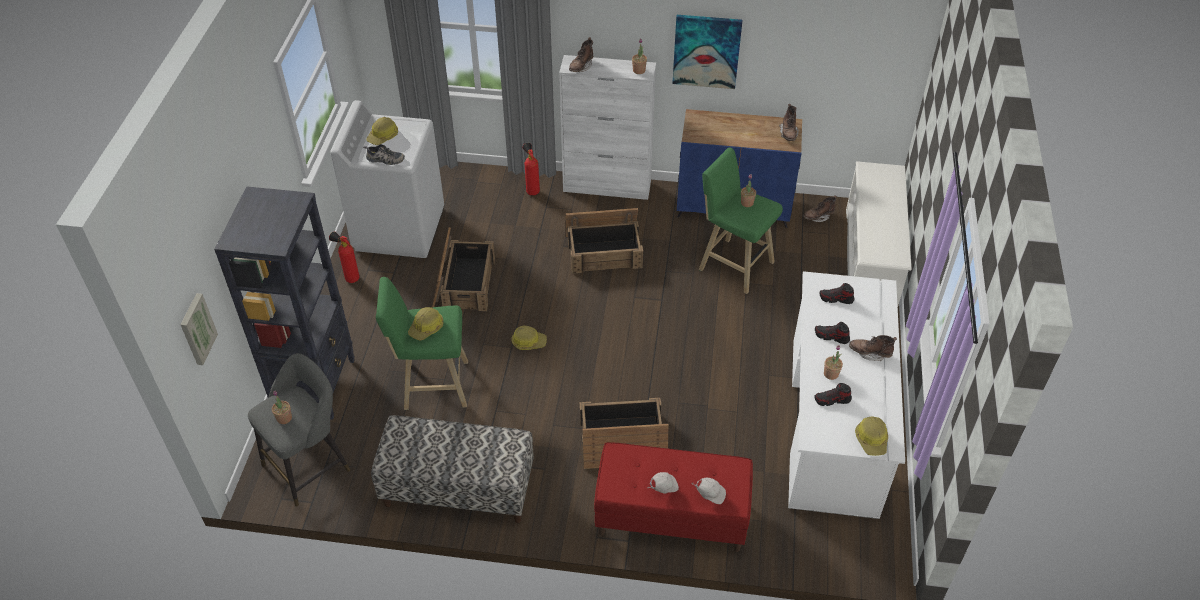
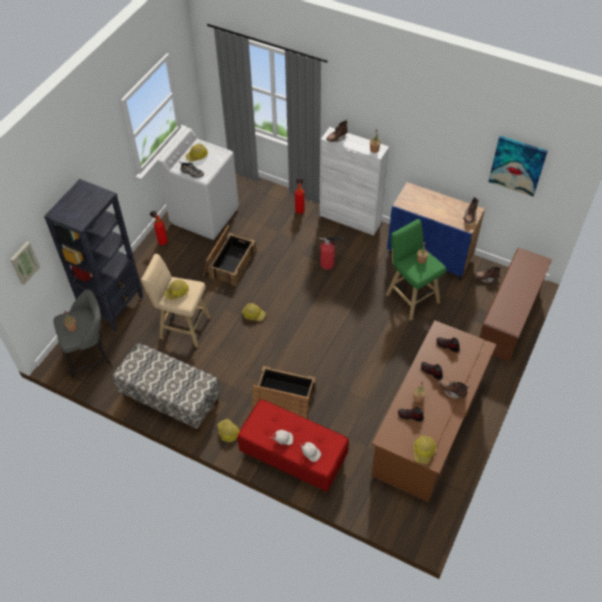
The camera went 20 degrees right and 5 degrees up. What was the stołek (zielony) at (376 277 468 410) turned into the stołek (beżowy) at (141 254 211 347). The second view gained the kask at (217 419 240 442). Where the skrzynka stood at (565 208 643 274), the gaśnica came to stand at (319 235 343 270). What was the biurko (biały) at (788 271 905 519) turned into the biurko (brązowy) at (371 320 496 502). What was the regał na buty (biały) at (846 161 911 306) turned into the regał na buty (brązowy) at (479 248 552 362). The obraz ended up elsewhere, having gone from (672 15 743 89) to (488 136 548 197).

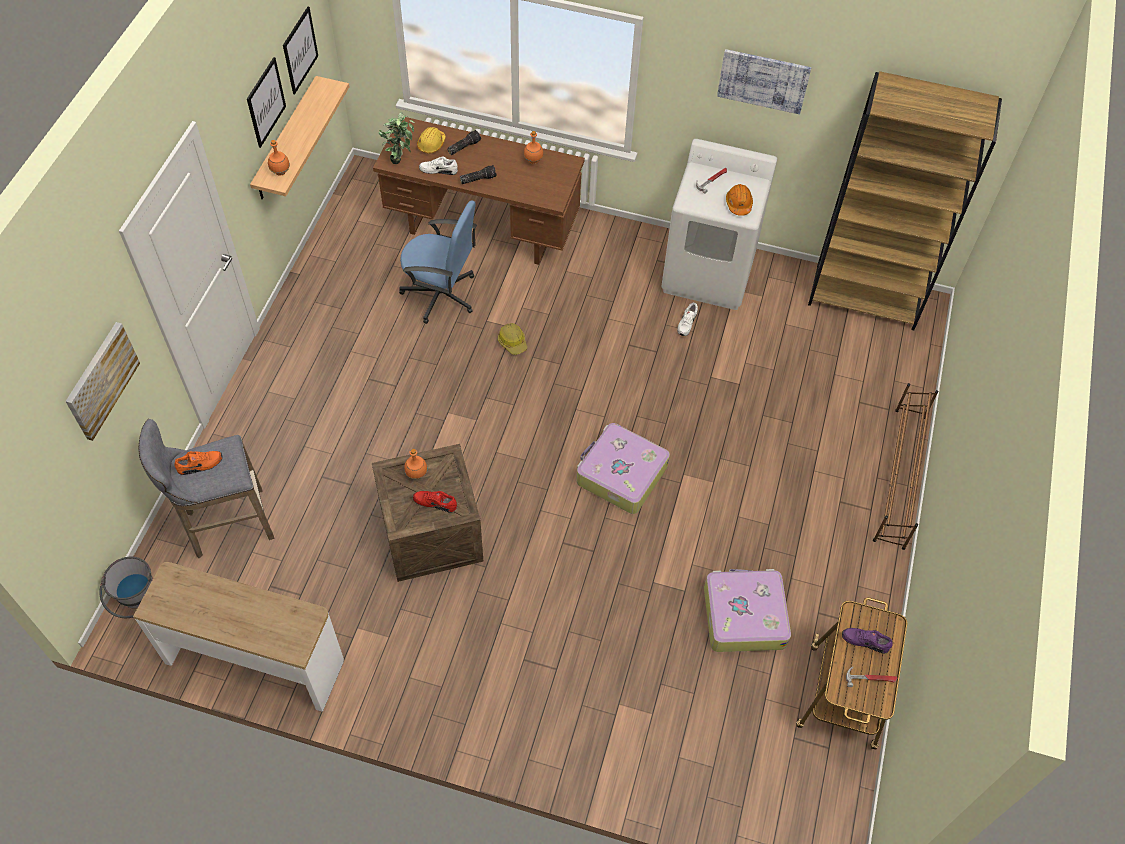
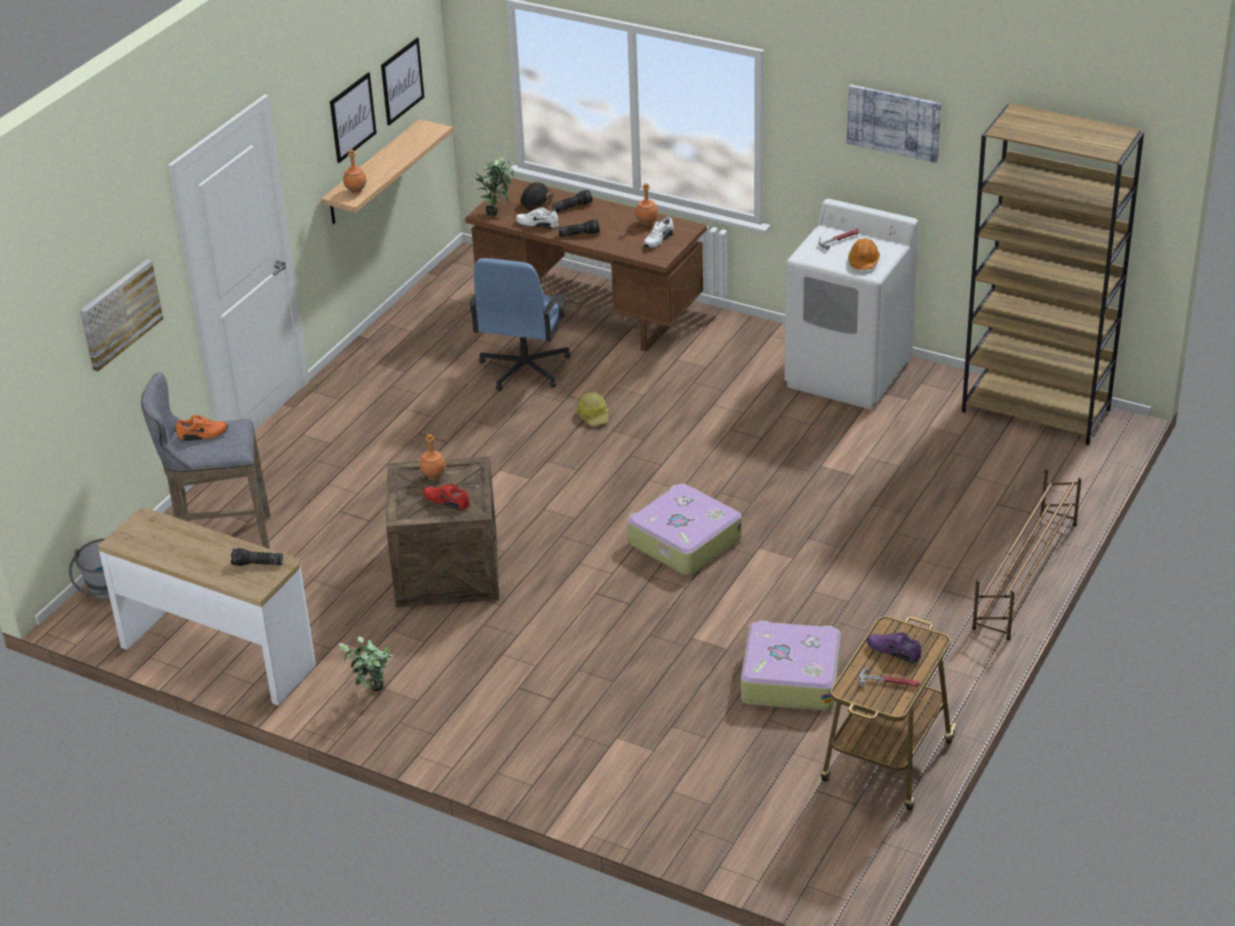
The camera went 15 degrees right and 20 degrees down. The second view gained the latarka at (231 548 283 566). The second view gained the roślina doniczkowa at (339 637 394 691). The krzesło biurowe (niebieski) at (399 200 477 324) ended up facing another way, 75 degrees clockwise from before. What was the kask (żółty) at (417 127 446 154) turned into the kask (czarny) at (519 182 554 210). The but (biały) ended up elsewhere, having gone from (677 303 698 336) to (643 217 674 248).

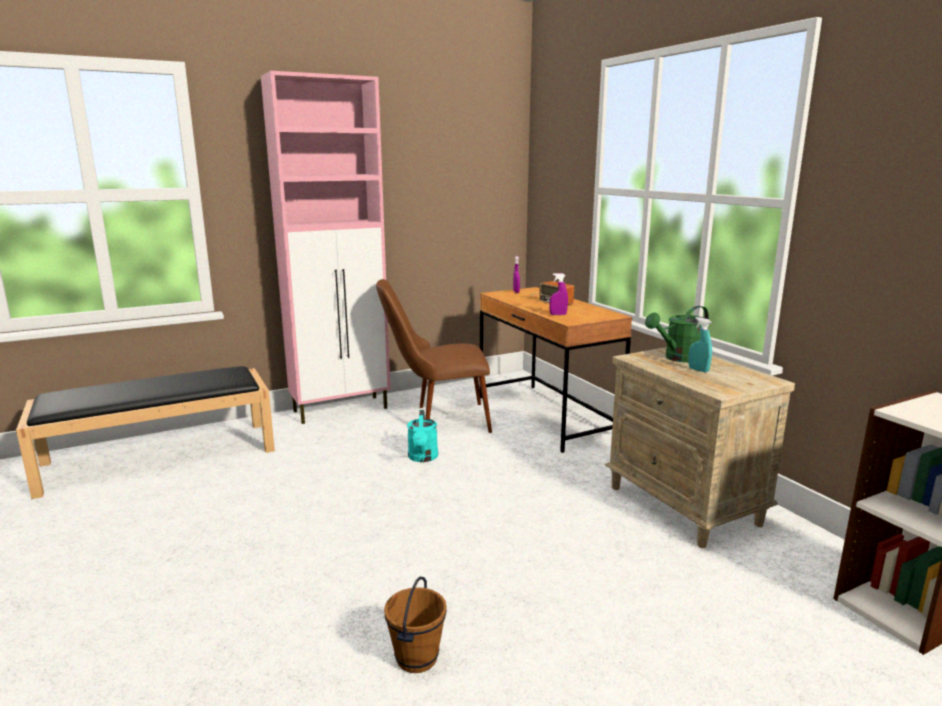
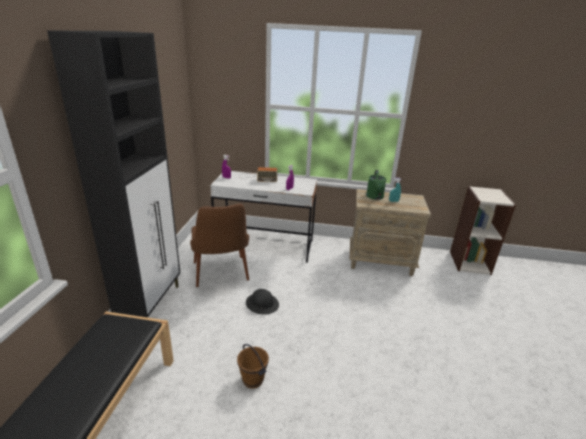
The camera went 55 degrees left and 10 degrees up. What was the szafka (różowy) at (261 71 390 424) turned into the szafka (czarny) at (47 30 180 318). The krzesło (brązowy) at (376 279 492 433) ended up facing another way, 45 degrees counterclockwise from before. What was the biurko (brązowy) at (480 287 632 453) turned into the biurko (biały) at (210 171 317 262). The wiadro (brązowy) ended up elsewhere, having gone from (384 577 447 673) to (237 344 269 389). Where the konewka (turkusowy) stood at (407 410 438 462), the kask (czarny) came to stand at (246 289 279 315).

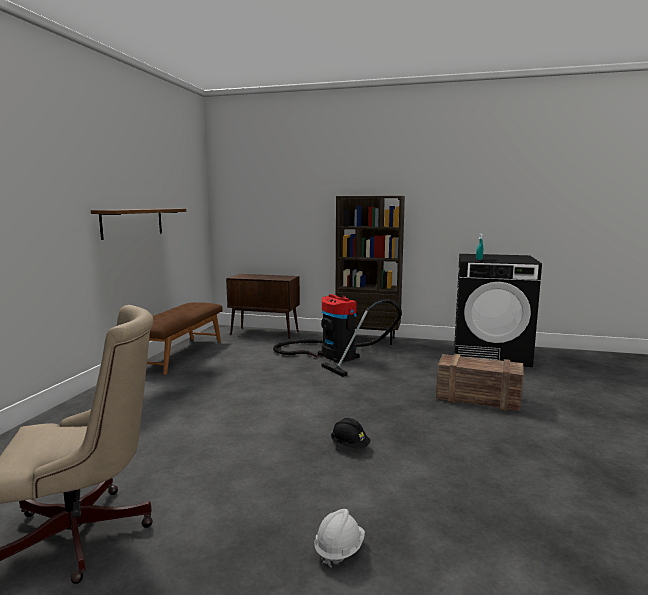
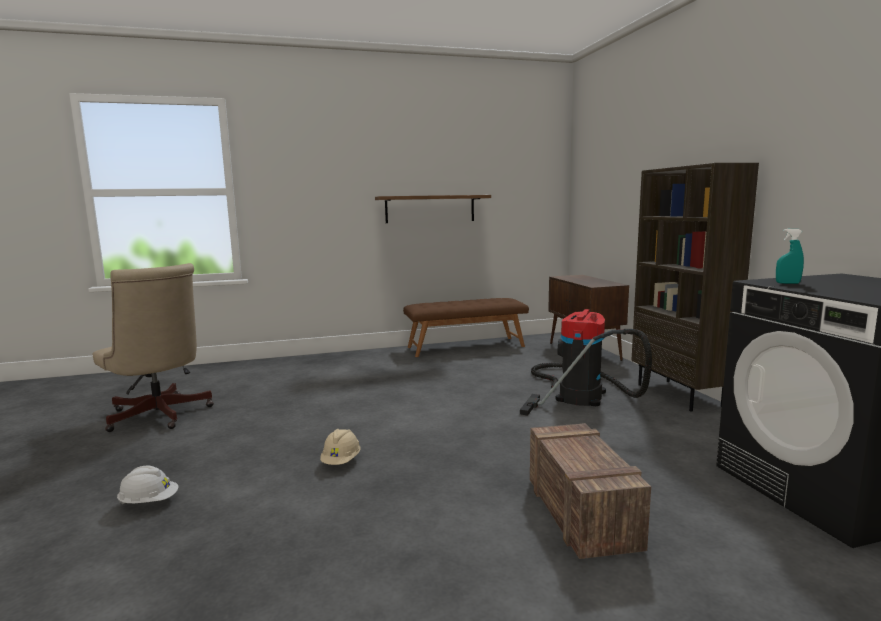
The camera went 60 degrees right and 0 degrees up. What was the kask (czarny) at (331 418 371 448) turned into the kask (beżowy) at (320 429 360 465).

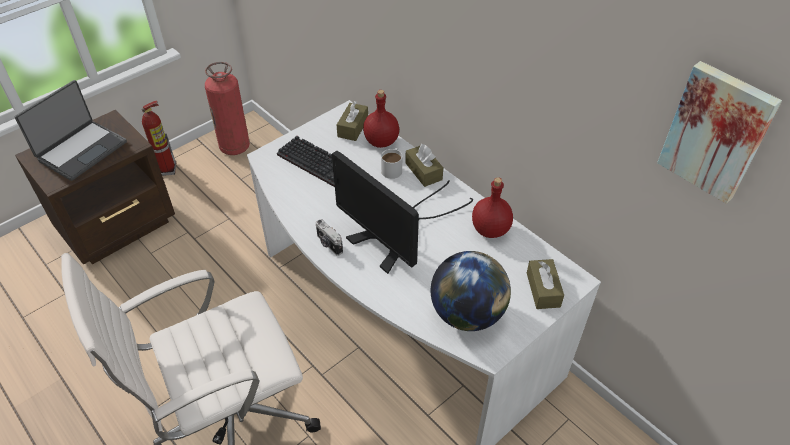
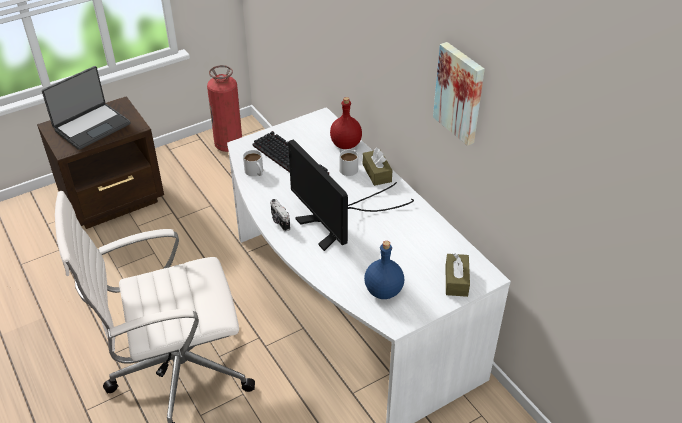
The camera went 10 degrees right and 5 degrees down. The second view gained the kubek (biały) at (243 150 263 176). Where the globus stood at (431 251 511 331), the butelka (niebieski) came to stand at (364 241 404 299). The obraz ended up elsewhere, having gone from (657 61 782 204) to (433 42 485 146). The second view lost the gaśnica at (142 101 176 176). The second view lost the pudełko chusteczek (brązowy) at (337 101 368 141). The second view lost the butelka (czerwony) at (472 177 513 238).

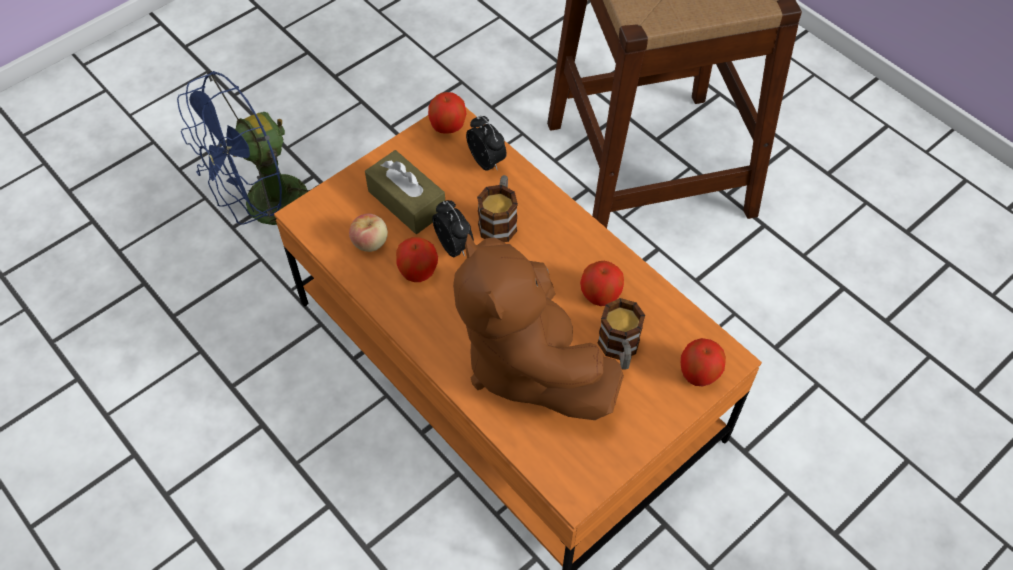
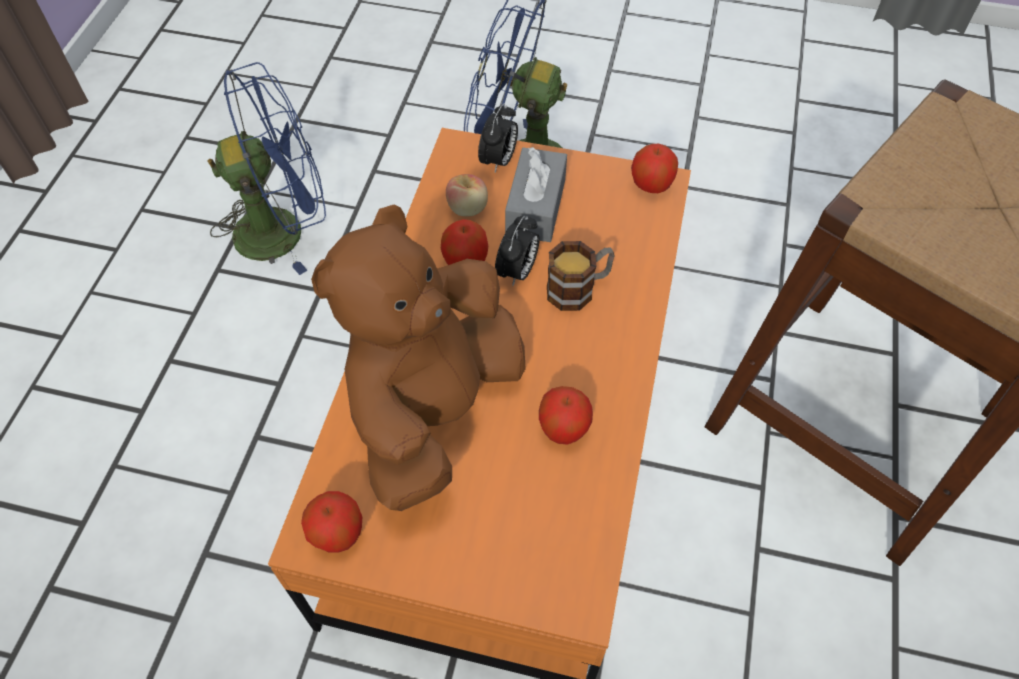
The camera went 55 degrees right and 0 degrees up. The second view gained the wentylator (niebieski) at (207 62 326 275). The jabłko ended up elsewhere, having gone from (681 338 726 386) to (301 491 362 553). The budzik ended up elsewhere, having gone from (466 116 507 171) to (478 104 518 172). What was the pudełko chusteczek (brązowy) at (365 150 445 234) turned into the pudełko chusteczek (szary) at (505 147 567 242). The second view lost the kubek at (598 298 645 370).

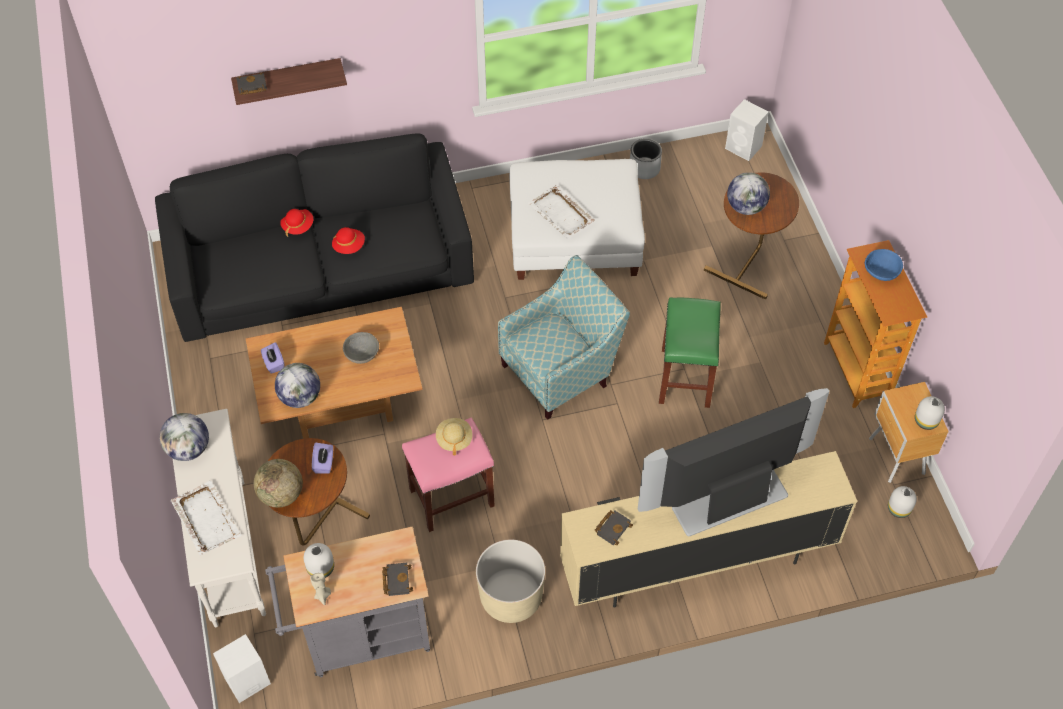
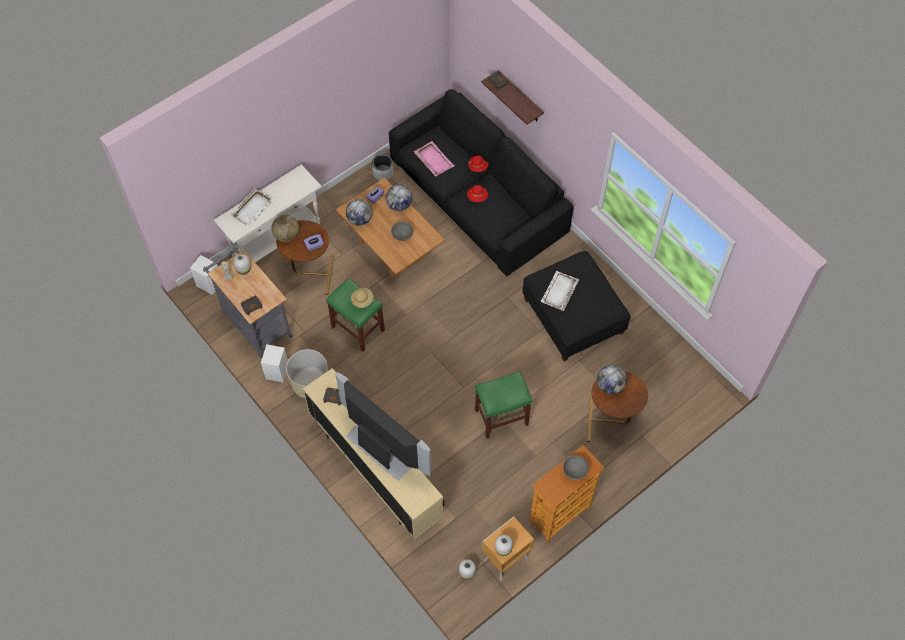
The camera went 65 degrees right and 5 degrees up. The głośnik (biały) ended up elsewhere, having gone from (725 99 769 161) to (261 344 288 382). What was the stołek (różowy) at (402 417 495 532) turned into the stołek (zielony) at (326 278 385 352). The donica (szary) ended up elsewhere, having gone from (630 138 662 179) to (372 154 393 180). The globus ended up elsewhere, having gone from (160 413 209 461) to (386 184 412 211). The second view gained the taca (różowy) at (414 141 455 176). What was the pufa (biały) at (509 159 645 280) turned into the pufa (czarny) at (522 251 631 361). What was the miska (niebieski) at (865 249 903 281) turned into the miska (szary) at (563 455 589 480). The second view lost the fotel at (498 255 630 420).

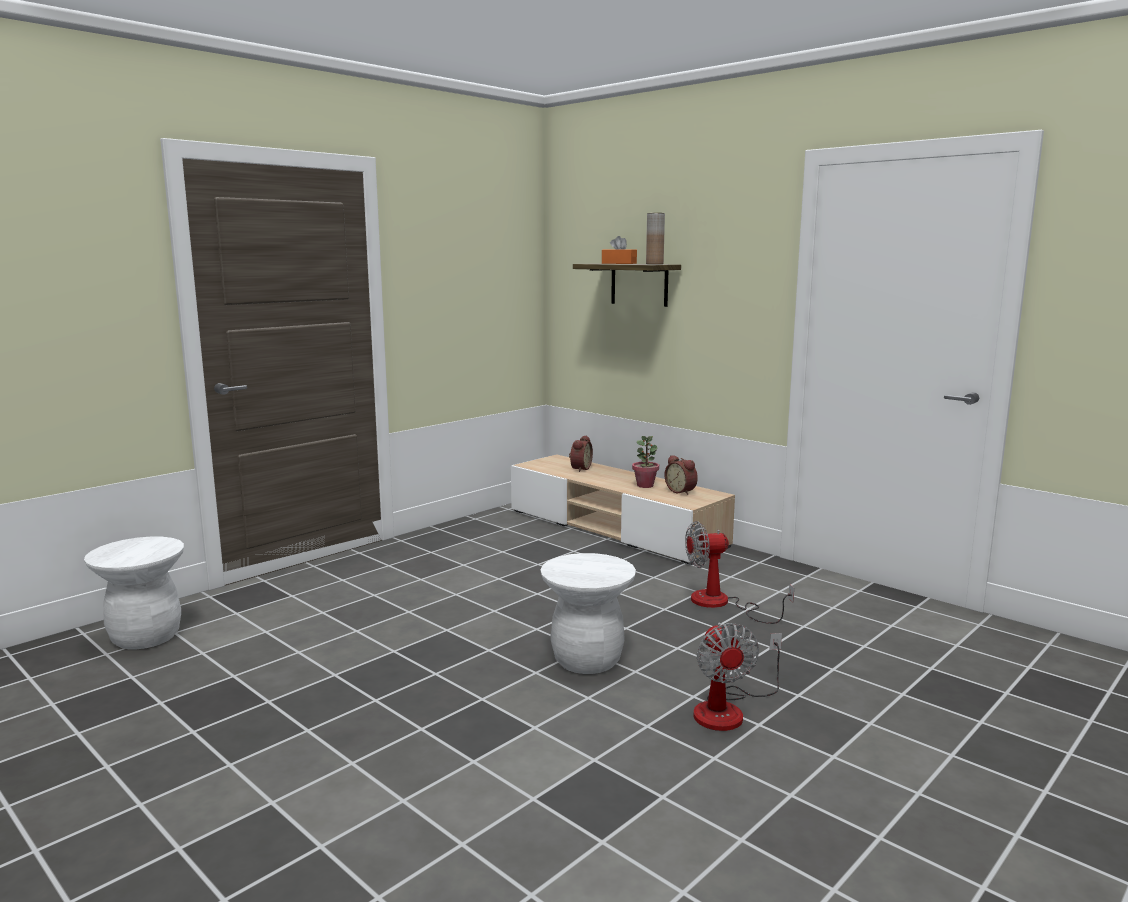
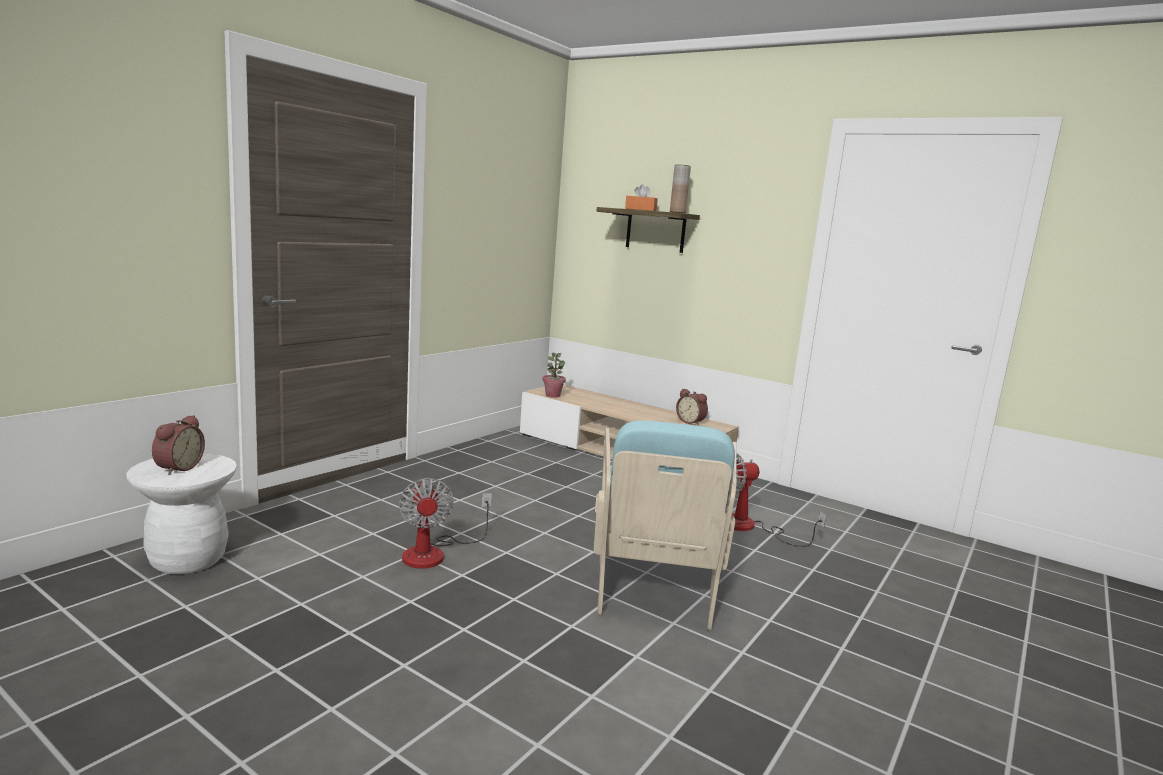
The camera went 10 degrees left and 0 degrees up. The budzik ended up elsewhere, having gone from (569 435 593 472) to (152 415 205 475). The wentylator ended up elsewhere, having gone from (694 623 782 731) to (399 478 492 569). The roślina doniczkowa ended up elsewhere, having gone from (632 436 659 488) to (542 353 566 398). Where the stołek (biały) stood at (540 553 636 674), the fotel (turkusowy) came to stand at (594 420 737 630).

